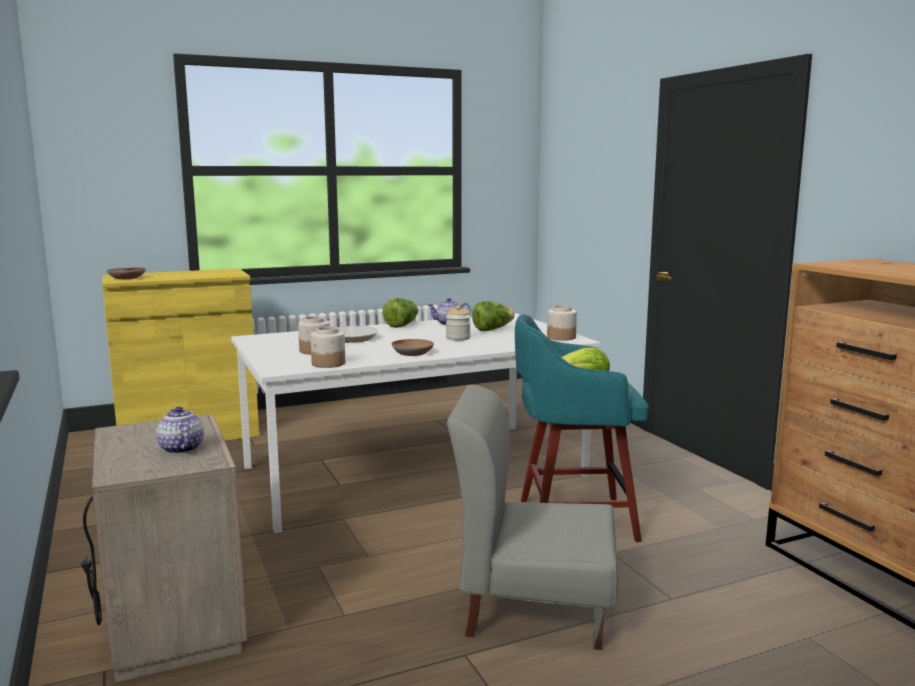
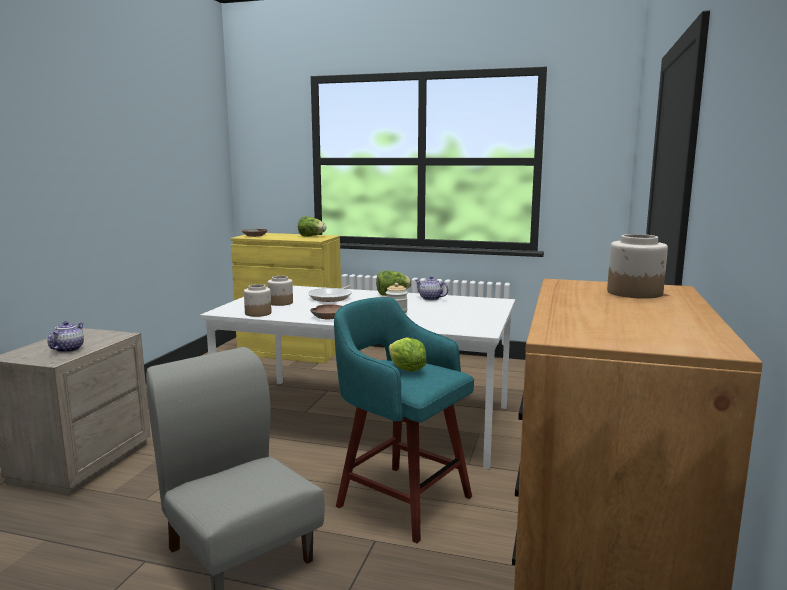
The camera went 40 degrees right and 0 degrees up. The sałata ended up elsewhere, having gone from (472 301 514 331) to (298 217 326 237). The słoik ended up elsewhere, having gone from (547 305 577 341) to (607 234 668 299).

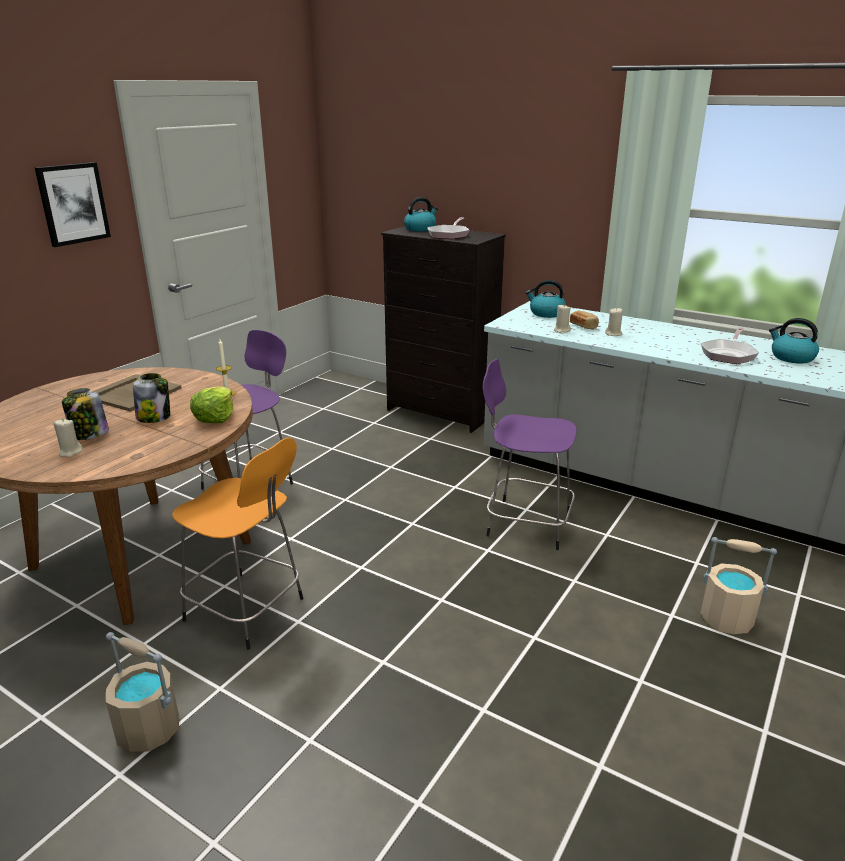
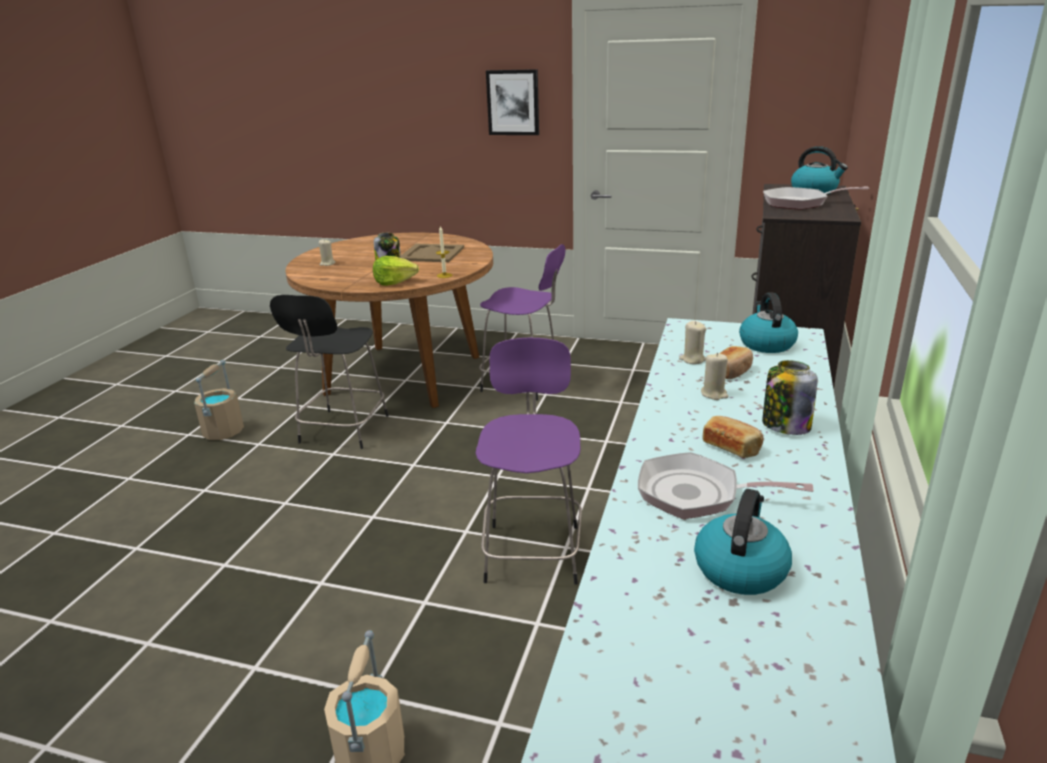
The camera went 75 degrees right and 0 degrees up. What was the stołek (pomarańczowy) at (172 438 303 650) turned into the stołek (czarny) at (270 295 389 449). The second view gained the chleb at (702 416 764 458). The słoik ended up elsewhere, having gone from (62 388 109 440) to (762 360 818 435).

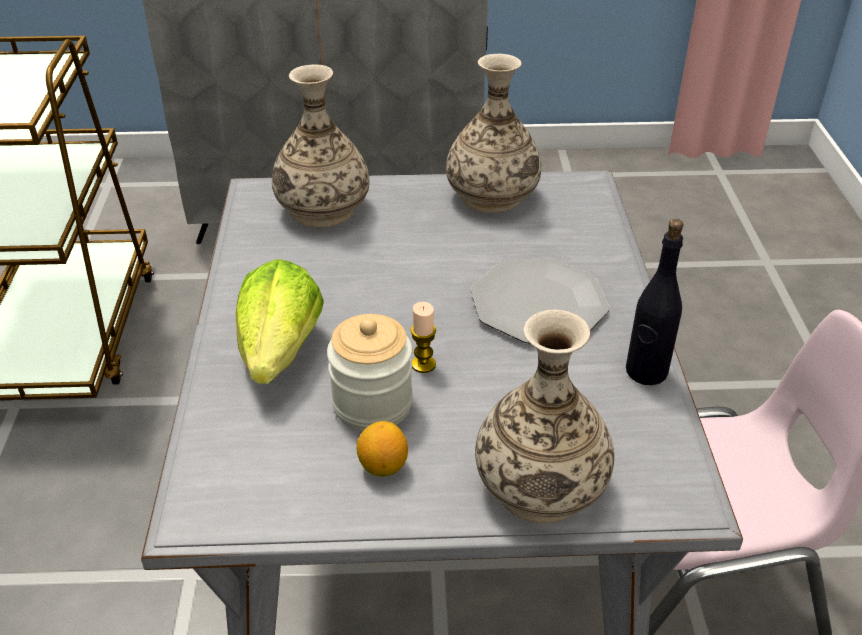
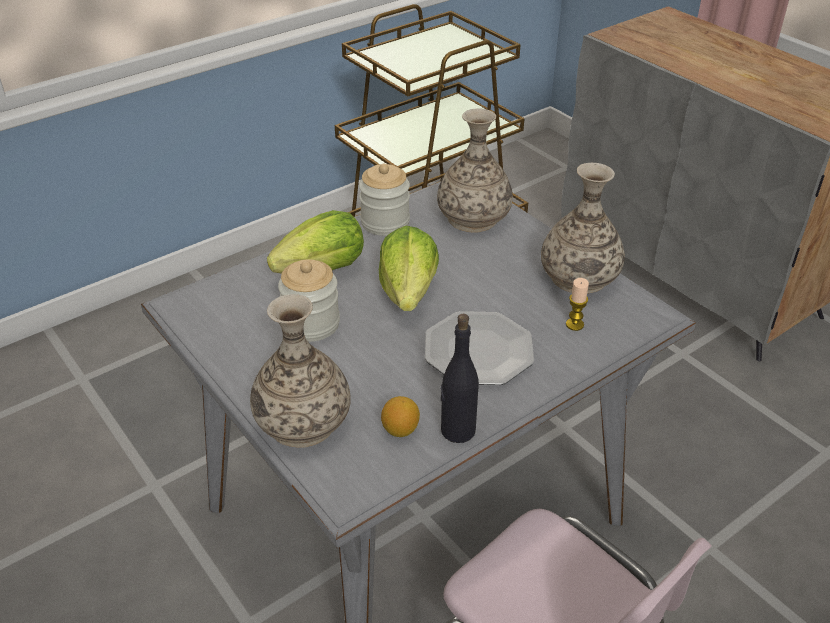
The camera went 55 degrees right and 0 degrees up. The second view gained the słoik at (359 164 410 236). The second view gained the sałata at (379 226 439 311). The cytryna ended up elsewhere, having gone from (356 421 408 477) to (381 396 420 437). The świeca ended up elsewhere, having gone from (410 302 436 373) to (566 278 589 331).

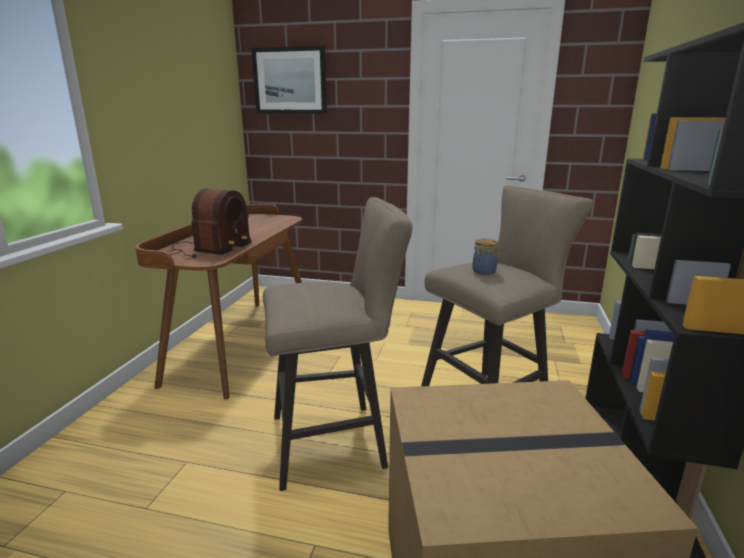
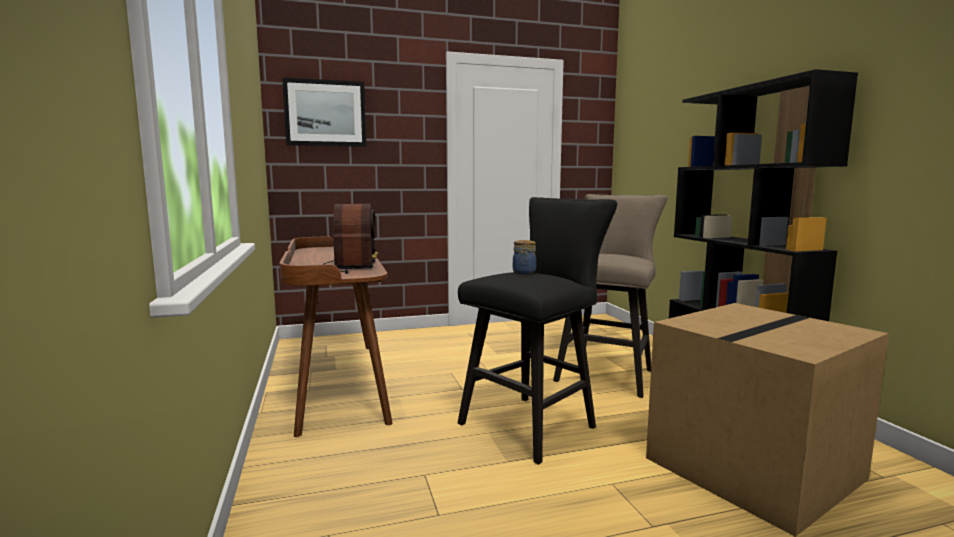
The camera went 30 degrees left and 10 degrees down. What was the stołek (beżowy) at (263 197 413 491) turned into the stołek (czarny) at (458 197 617 465). The słoik ended up elsewhere, having gone from (473 239 498 275) to (513 240 536 274).

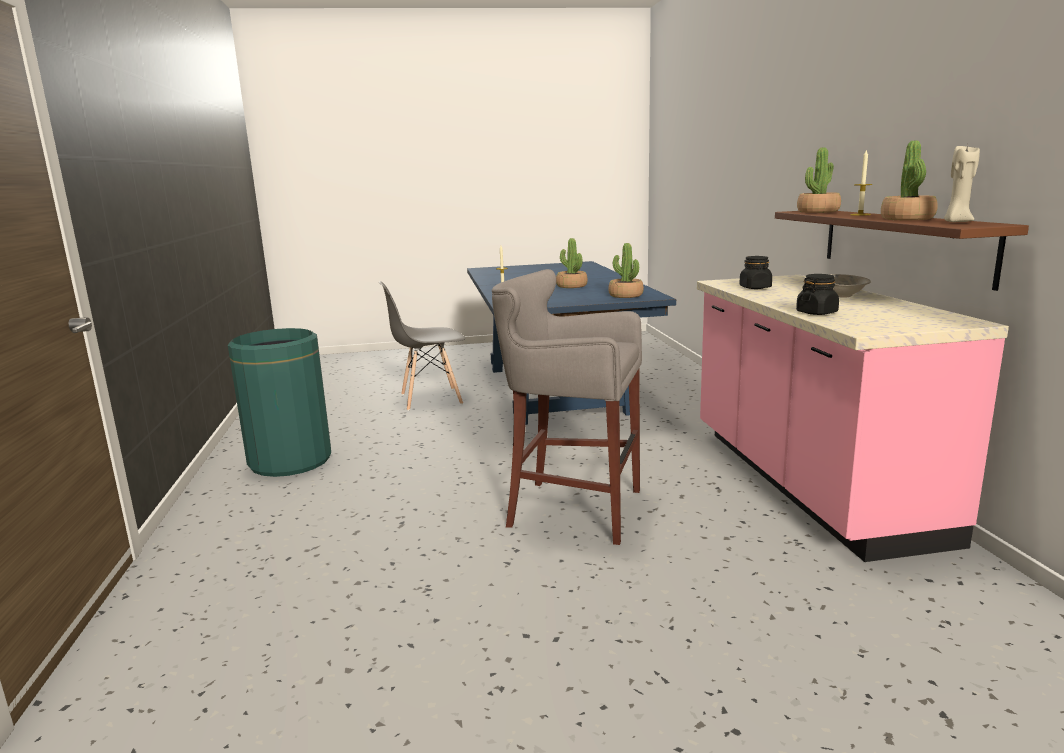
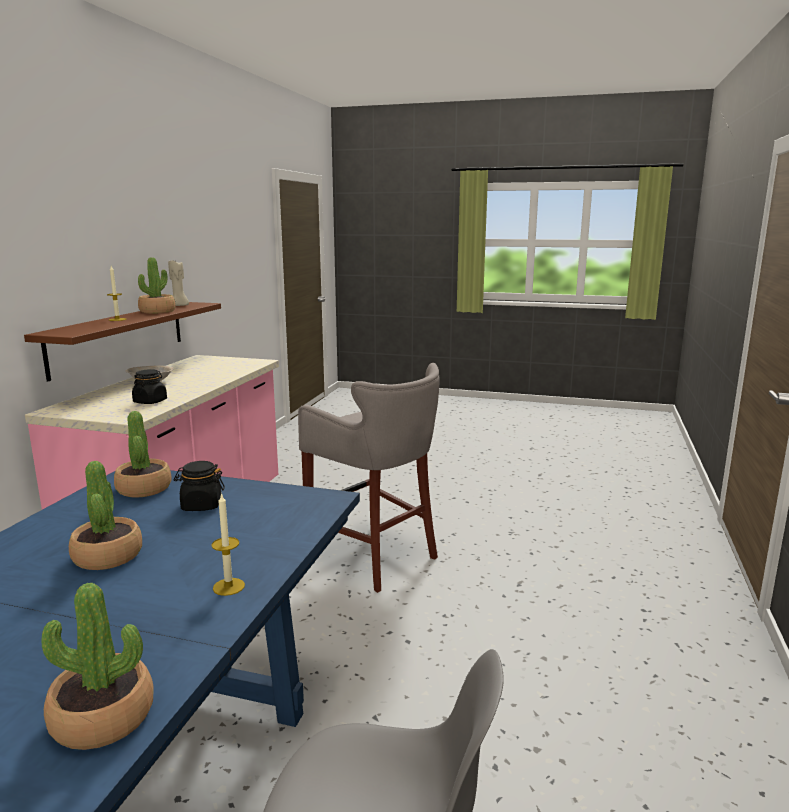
The camera went 155 degrees left and 0 degrees up. The roślina doniczkowa ended up elsewhere, having gone from (797 147 841 213) to (41 583 154 750). The słoik (czarny) ended up elsewhere, having gone from (796 274 839 315) to (173 461 225 511). The second view lost the kosz na śmieci (zielony) at (228 328 331 477).

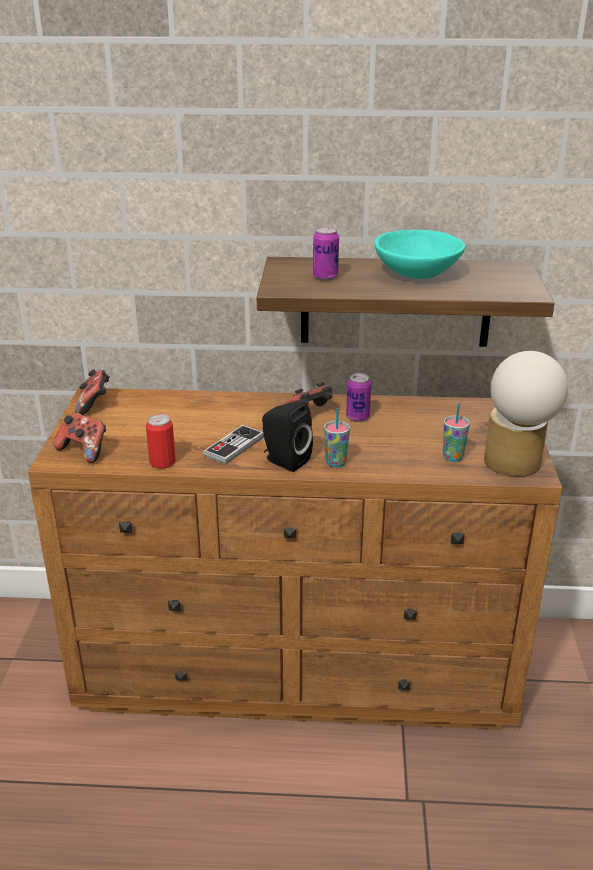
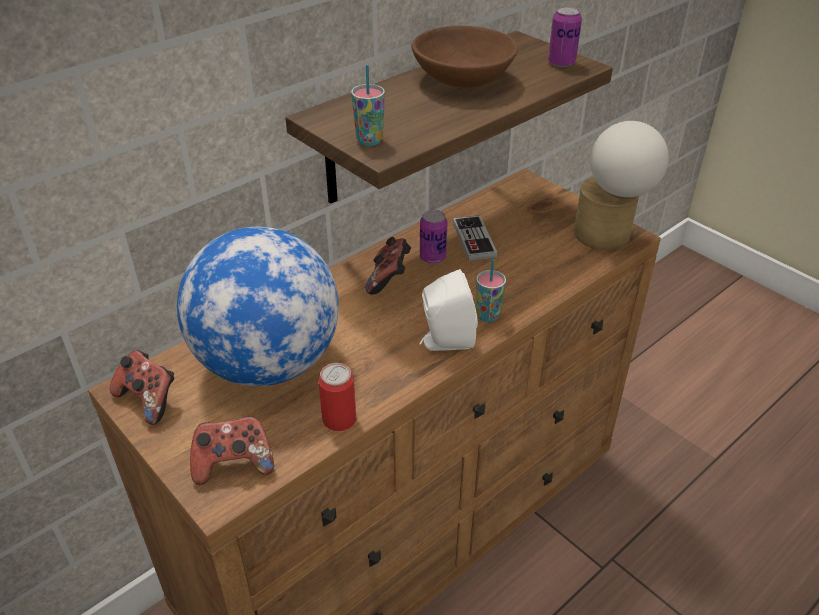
The camera went 45 degrees left and 10 degrees up. The second view gained the globus at (177 227 339 386). The filiżanka ended up elsewhere, having gone from (443 403 470 462) to (351 65 385 146). What was the miska (turkusowy) at (375 230 465 279) turned into the miska (brązowy) at (411 25 518 88). What was the głośnik (czarny) at (262 402 313 472) turned into the głośnik (biały) at (419 269 478 351). The pad do gier ended up elsewhere, having gone from (203 425 264 464) to (453 215 498 261). The puszka ended up elsewhere, having gone from (313 227 339 281) to (548 6 582 67).

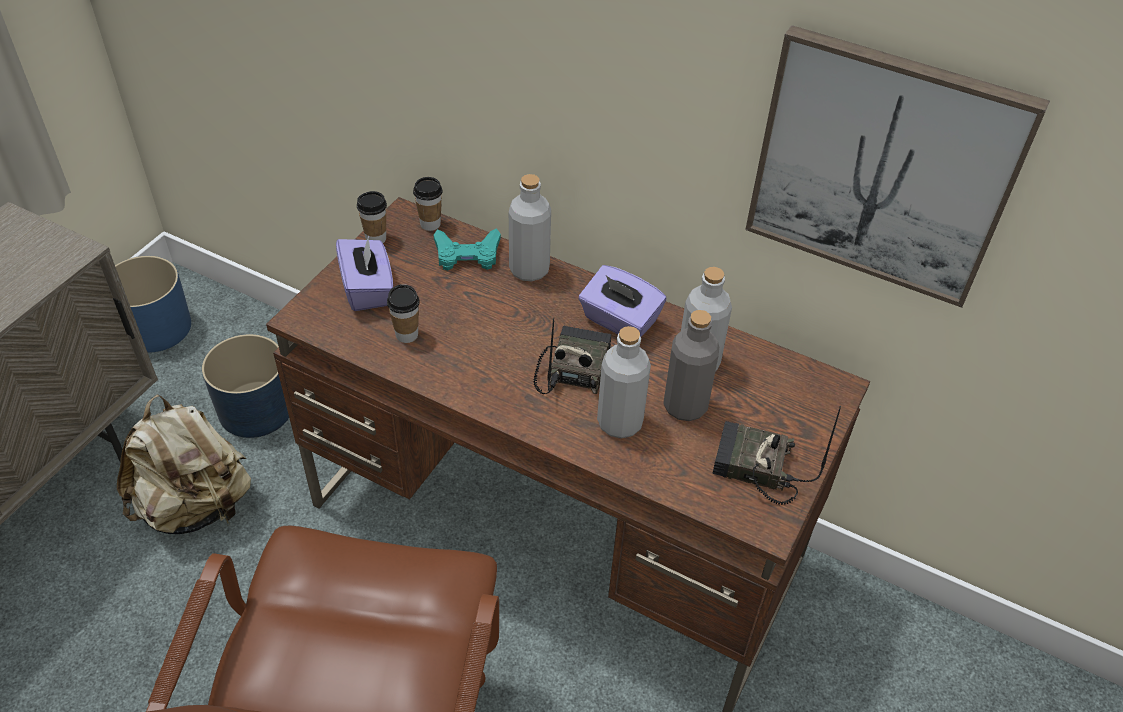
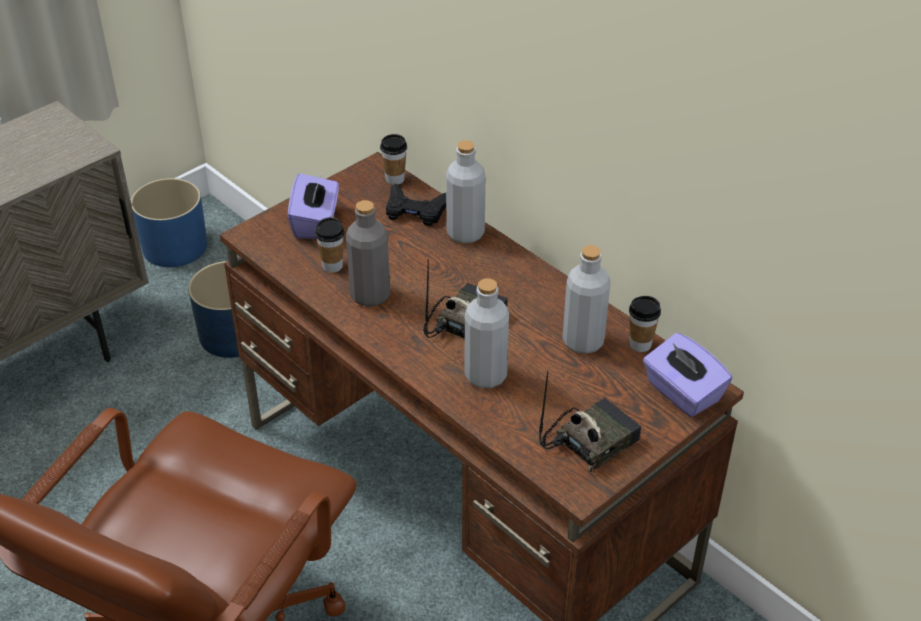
The camera went 20 degrees right and 5 degrees down. The butelka (szary) ended up elsewhere, having gone from (663 310 719 421) to (346 200 390 307). What was the pad do gier (turkusowy) at (434 228 501 270) turned into the pad do gier (czarny) at (386 183 446 226). The radio at (713 406 841 505) ended up facing another way, 105 degrees clockwise from before. The filiżanka ended up elsewhere, having gone from (357 191 387 243) to (629 296 661 352). The pudełko chusteczek (fioletowy) ended up elsewhere, having gone from (579 265 666 337) to (643 333 732 417). The second view lost the plecak (beżowy) at (117 394 251 534). The second view lost the obraz at (745 25 1050 308).

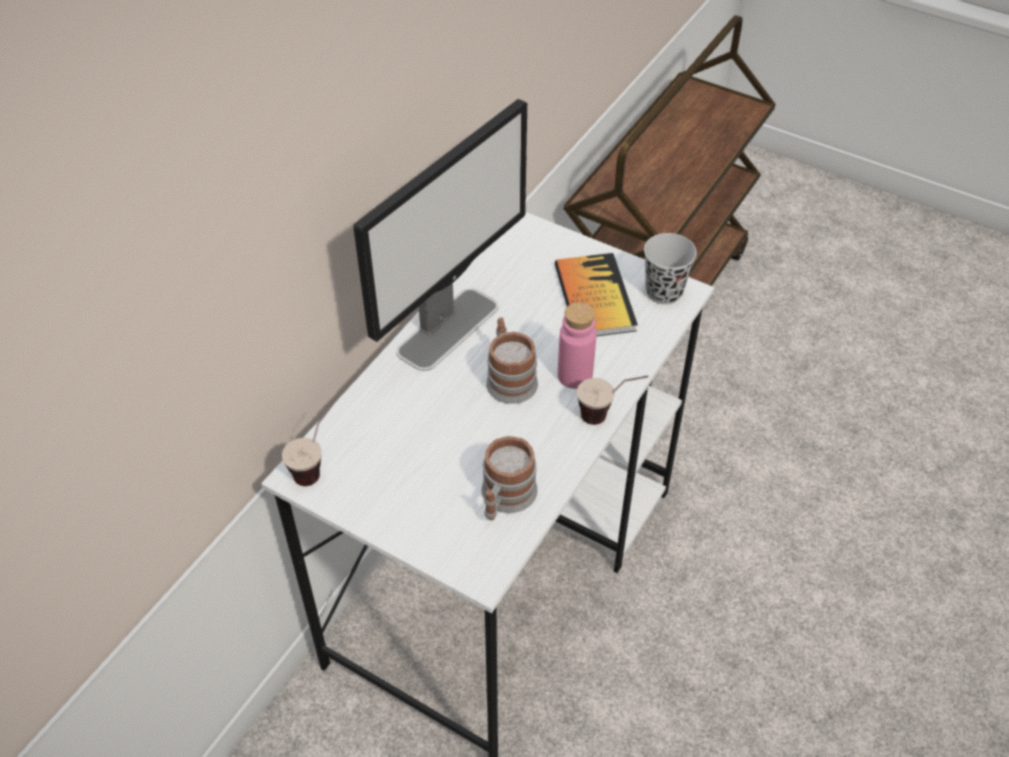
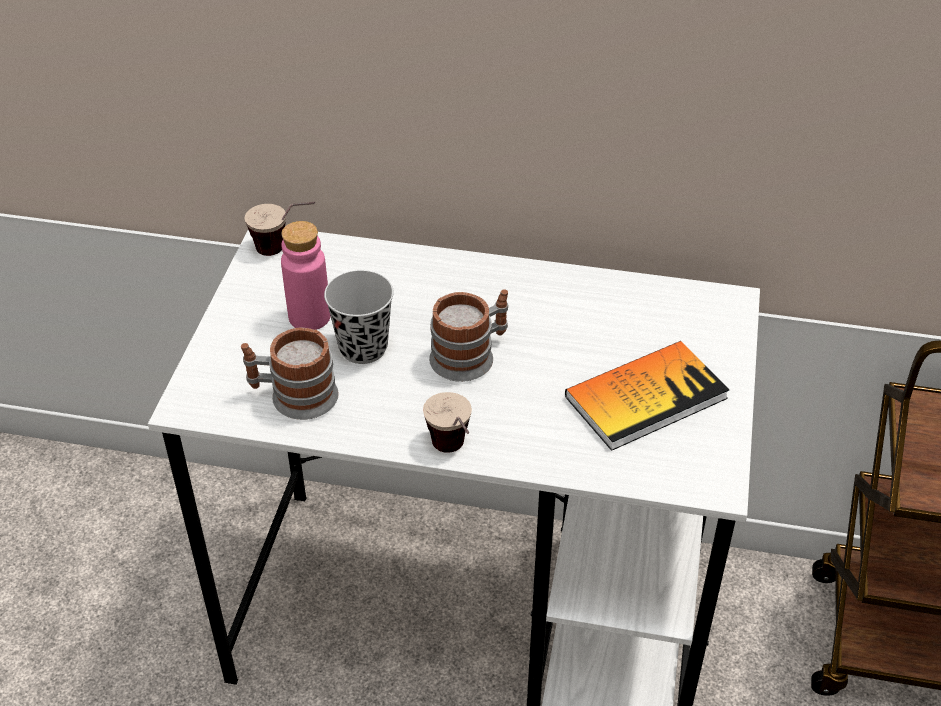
The camera went 70 degrees right and 5 degrees down. The butelka (różowy) ended up elsewhere, having gone from (558 302 596 389) to (281 221 331 330). The filiżanka (czarny) ended up elsewhere, having gone from (644 233 697 304) to (324 270 394 364). The second view lost the monitor at (353 99 527 371).

